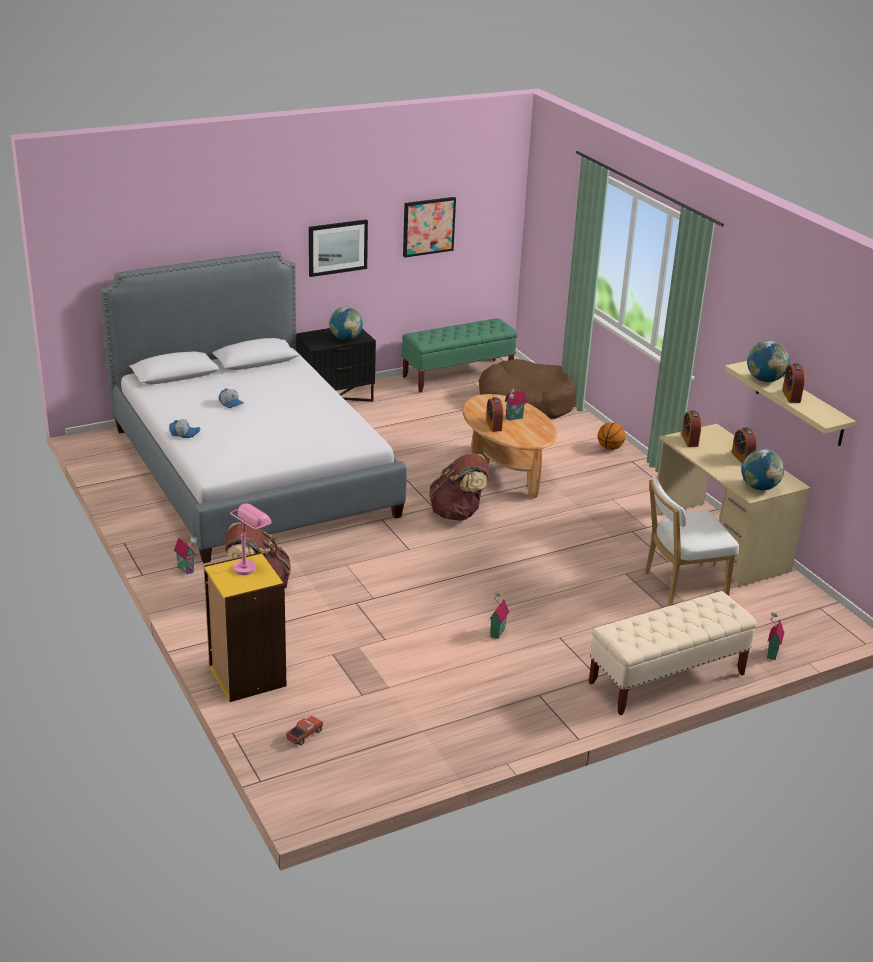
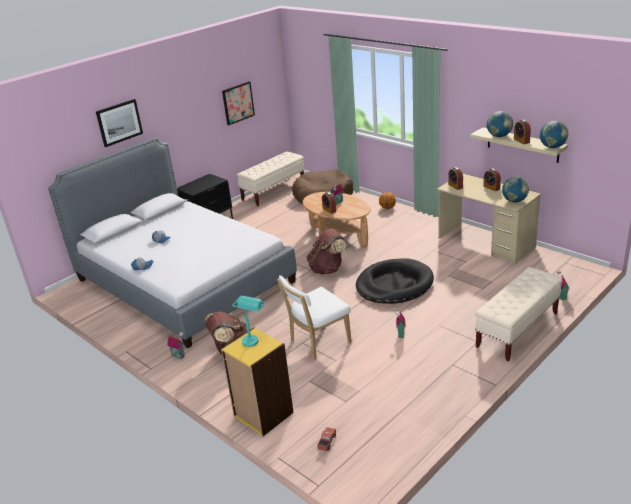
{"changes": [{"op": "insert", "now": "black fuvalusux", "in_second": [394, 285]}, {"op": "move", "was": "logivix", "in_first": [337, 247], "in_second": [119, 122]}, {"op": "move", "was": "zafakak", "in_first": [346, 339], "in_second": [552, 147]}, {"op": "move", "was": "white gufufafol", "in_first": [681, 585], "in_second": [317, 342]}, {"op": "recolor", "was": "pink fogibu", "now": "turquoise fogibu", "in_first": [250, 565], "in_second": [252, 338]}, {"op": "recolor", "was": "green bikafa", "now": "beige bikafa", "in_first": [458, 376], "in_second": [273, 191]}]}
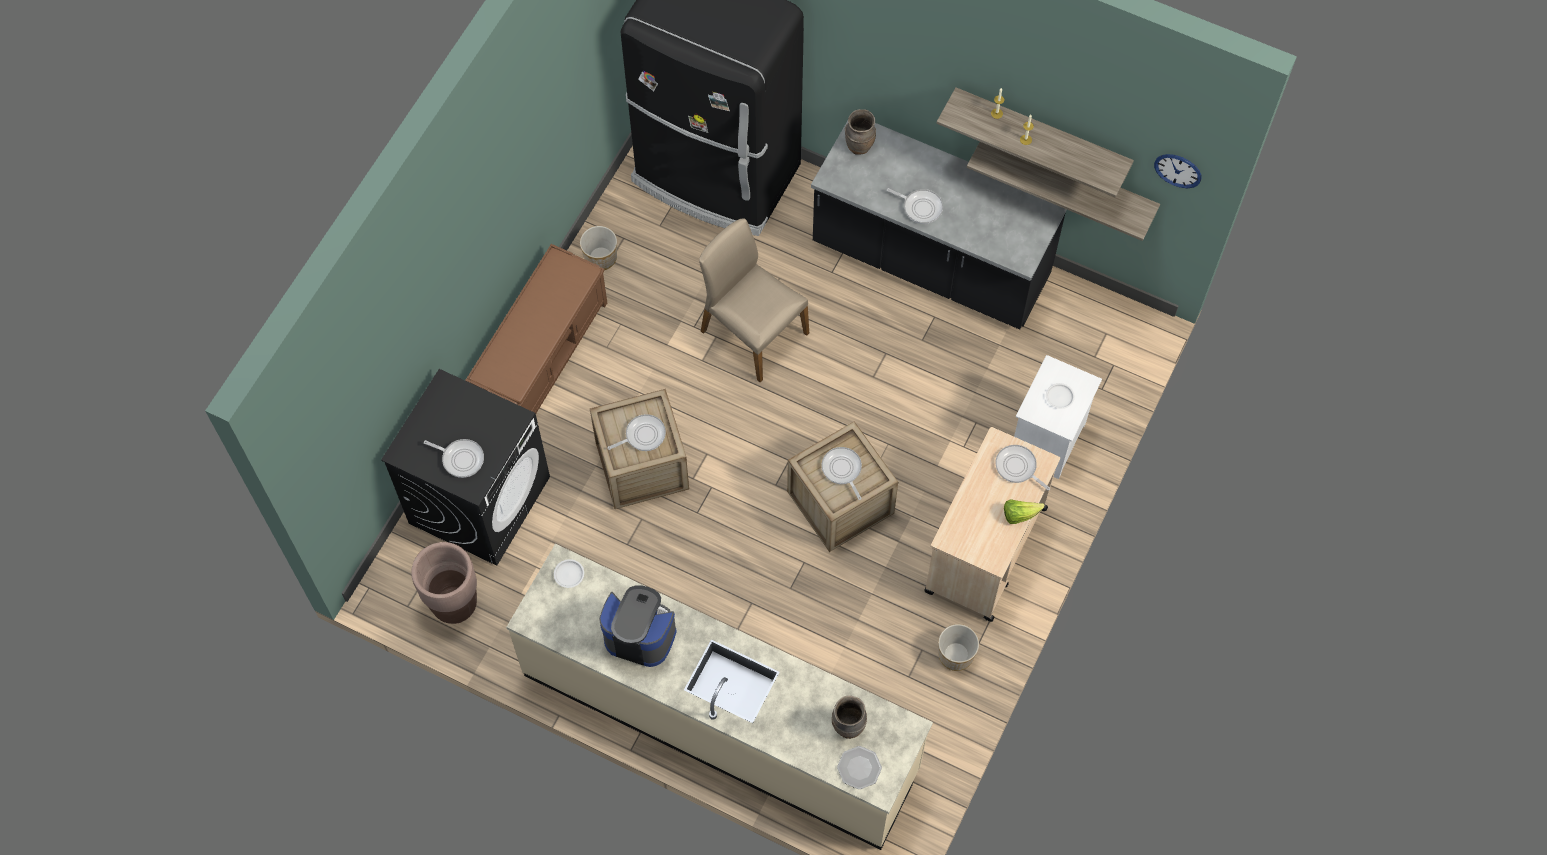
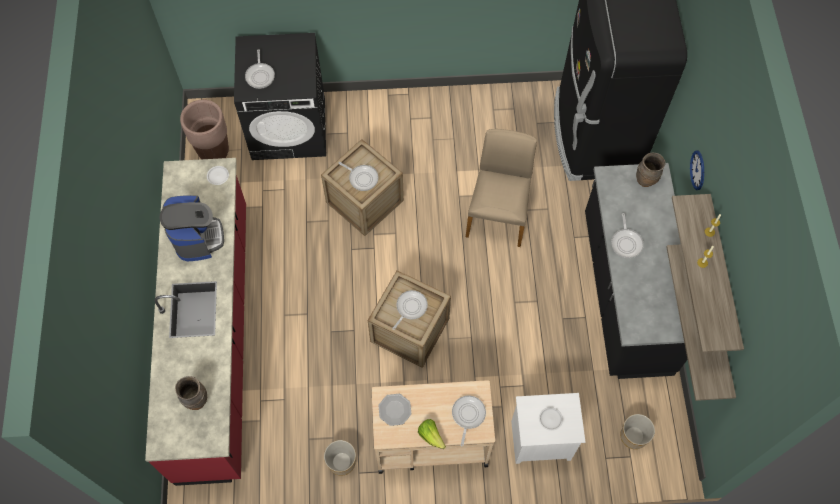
{"changes": [{"op": "delete", "was": "brown bikafa", "in_first": [542, 356]}, {"op": "move", "was": "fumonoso", "in_first": [600, 257], "in_second": [634, 436]}, {"op": "move", "was": "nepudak", "in_first": [859, 768], "in_second": [394, 410]}, {"op": "move", "was": "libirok", "in_first": [1178, 170], "in_second": [697, 170]}, {"op": "recolor", "was": "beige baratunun", "now": "red baratunun", "in_first": [720, 721], "in_second": [215, 338]}]}
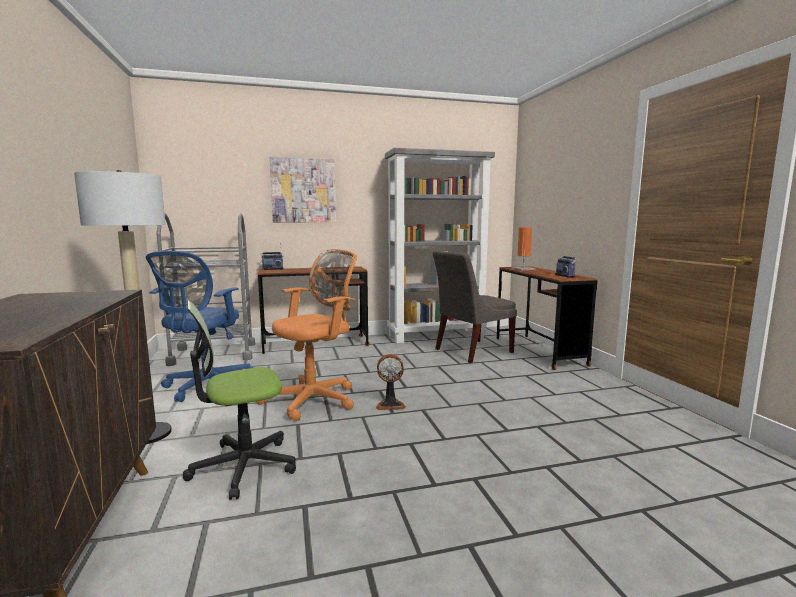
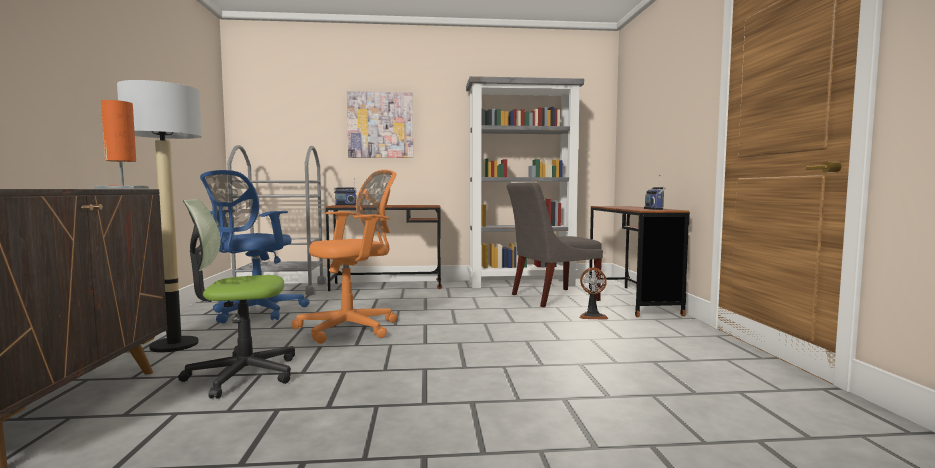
{"changes": [{"op": "move", "was": "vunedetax", "in_first": [390, 404], "in_second": [592, 316]}, {"op": "move", "was": "orange fogibu", "in_first": [523, 269], "in_second": [122, 188]}]}
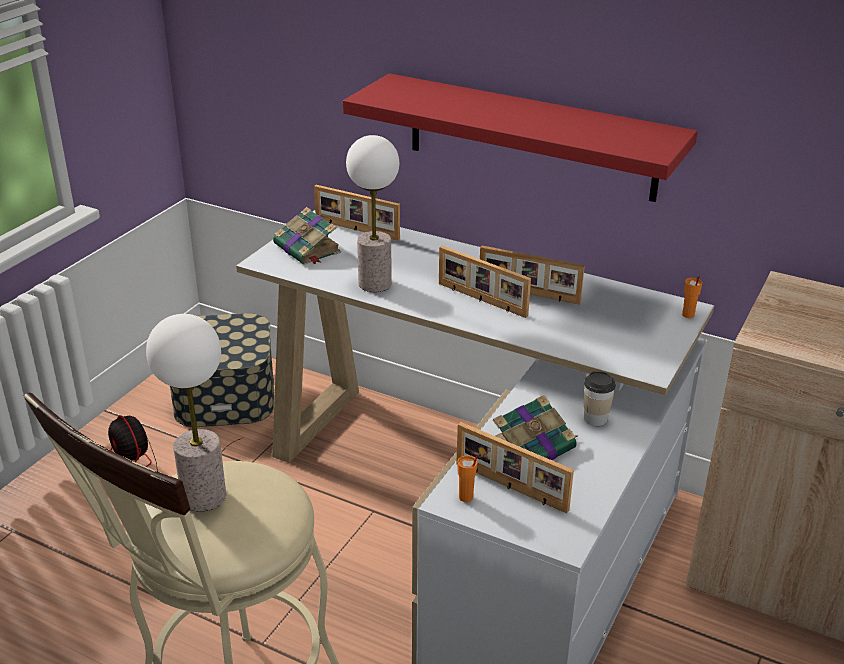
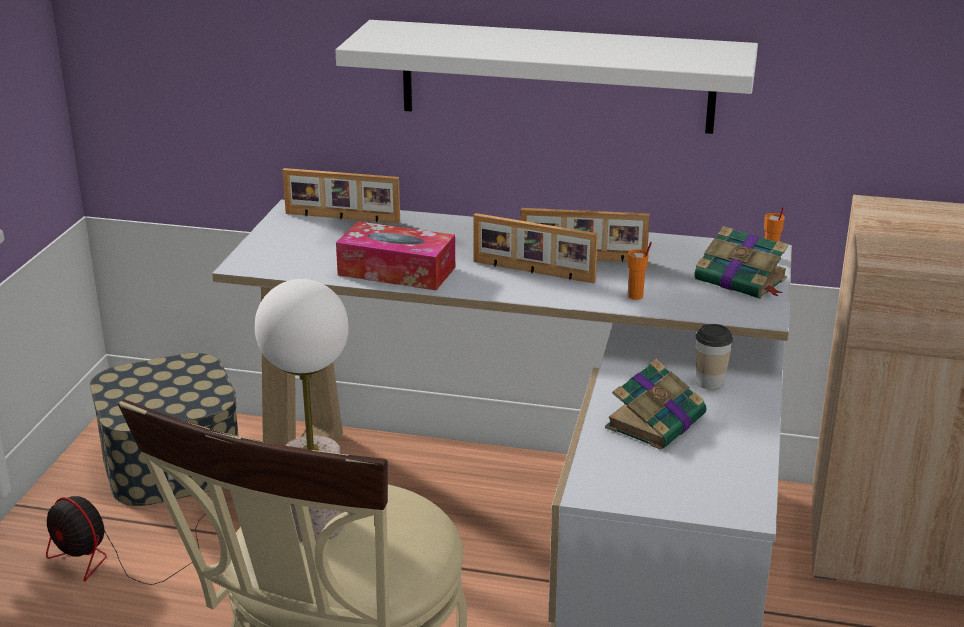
{"changes": [{"op": "delete", "was": "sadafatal", "in_first": [510, 487]}, {"op": "move", "was": "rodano", "in_first": [308, 249], "in_second": [742, 280]}, {"op": "move", "was": "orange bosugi", "in_first": [466, 497], "in_second": [636, 296]}, {"op": "replace", "was": "fogibu", "now": "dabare", "in_first": [374, 284], "in_second": [396, 271]}, {"op": "recolor", "was": "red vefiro", "now": "white vefiro", "in_first": [531, 137], "in_second": [556, 76]}]}
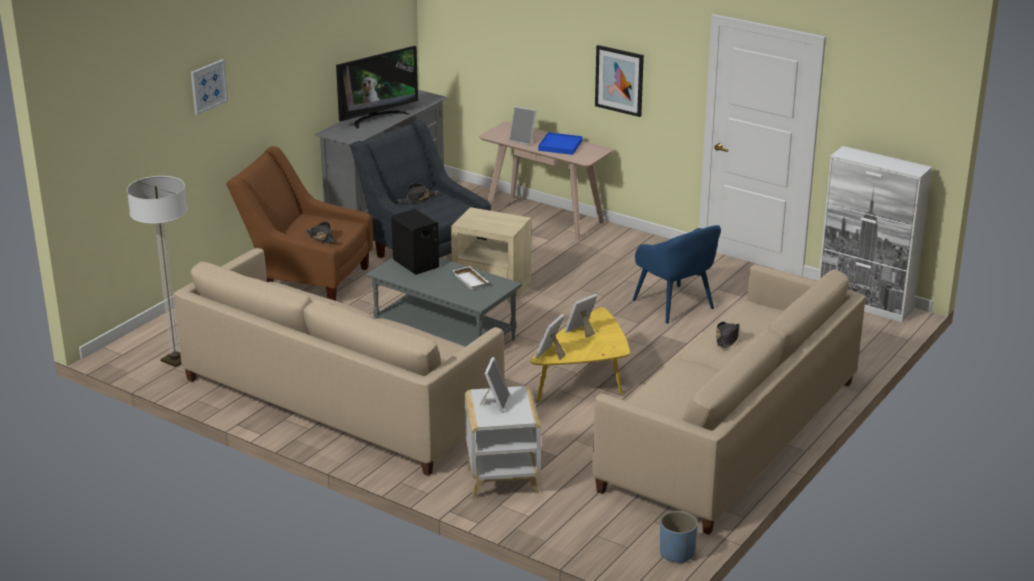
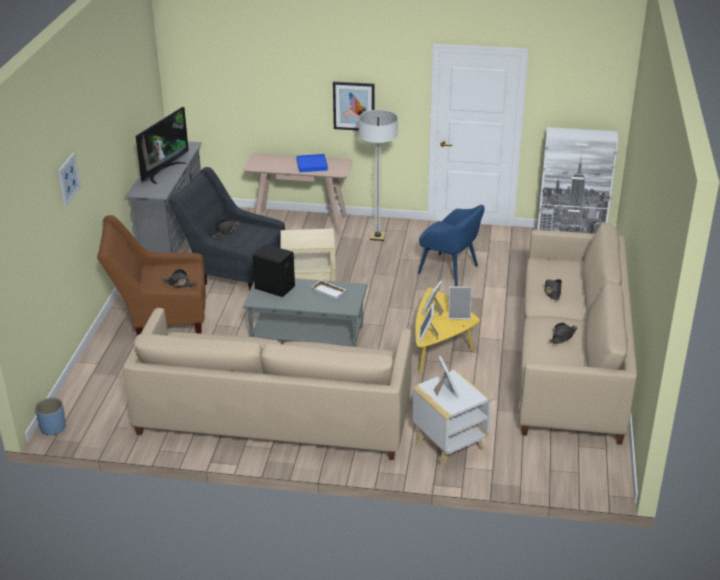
{"changes": [{"op": "insert", "now": "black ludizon", "in_second": [562, 337]}, {"op": "move", "was": "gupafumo", "in_first": [175, 360], "in_second": [377, 237]}, {"op": "move", "was": "sadafatal", "in_first": [523, 140], "in_second": [459, 315]}, {"op": "move", "was": "blue fumonoso", "in_first": [677, 553], "in_second": [53, 428]}]}
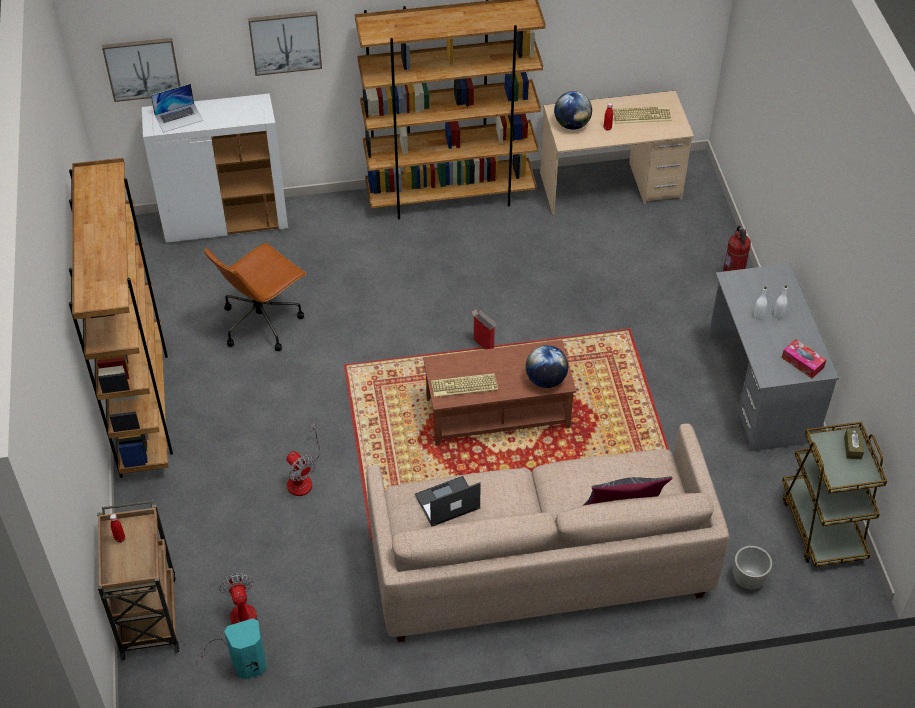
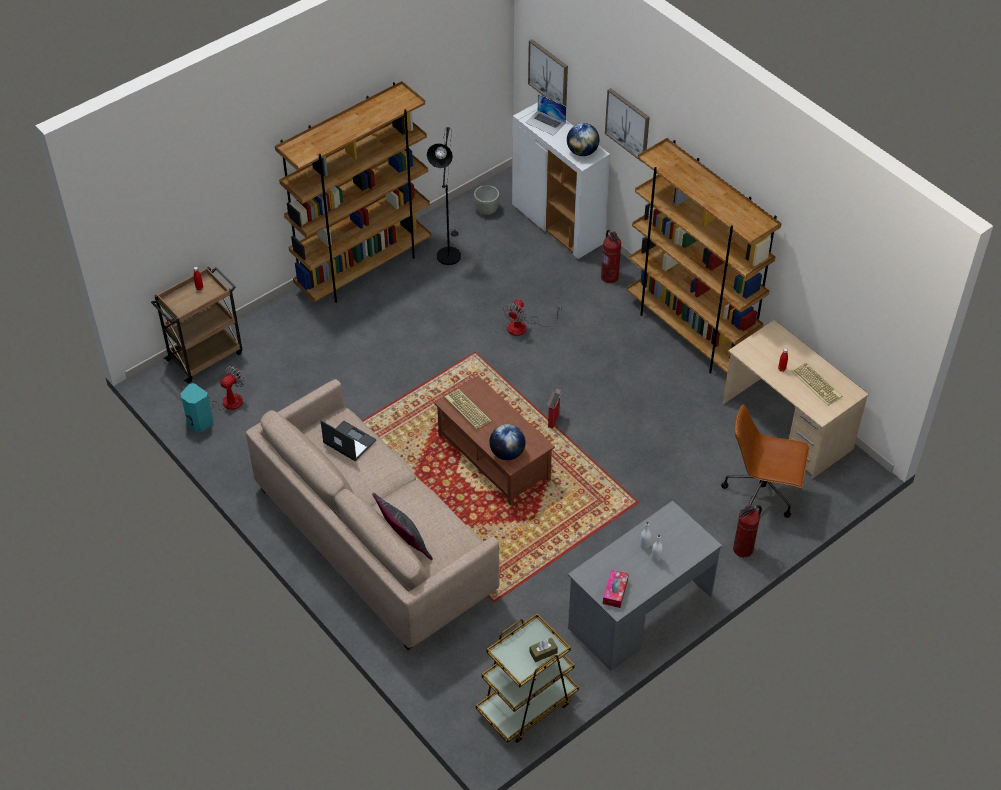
{"changes": [{"op": "insert", "now": "black gupafumo", "in_second": [448, 252]}, {"op": "insert", "now": "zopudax", "in_second": [609, 277]}, {"op": "move", "was": "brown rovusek", "in_first": [262, 322], "in_second": [762, 494]}, {"op": "move", "was": "vunedetax", "in_first": [302, 477], "in_second": [524, 327]}, {"op": "move", "was": "zafakak", "in_first": [572, 125], "in_second": [582, 152]}, {"op": "move", "was": "grey fumonoso", "in_first": [748, 580], "in_second": [486, 211]}]}
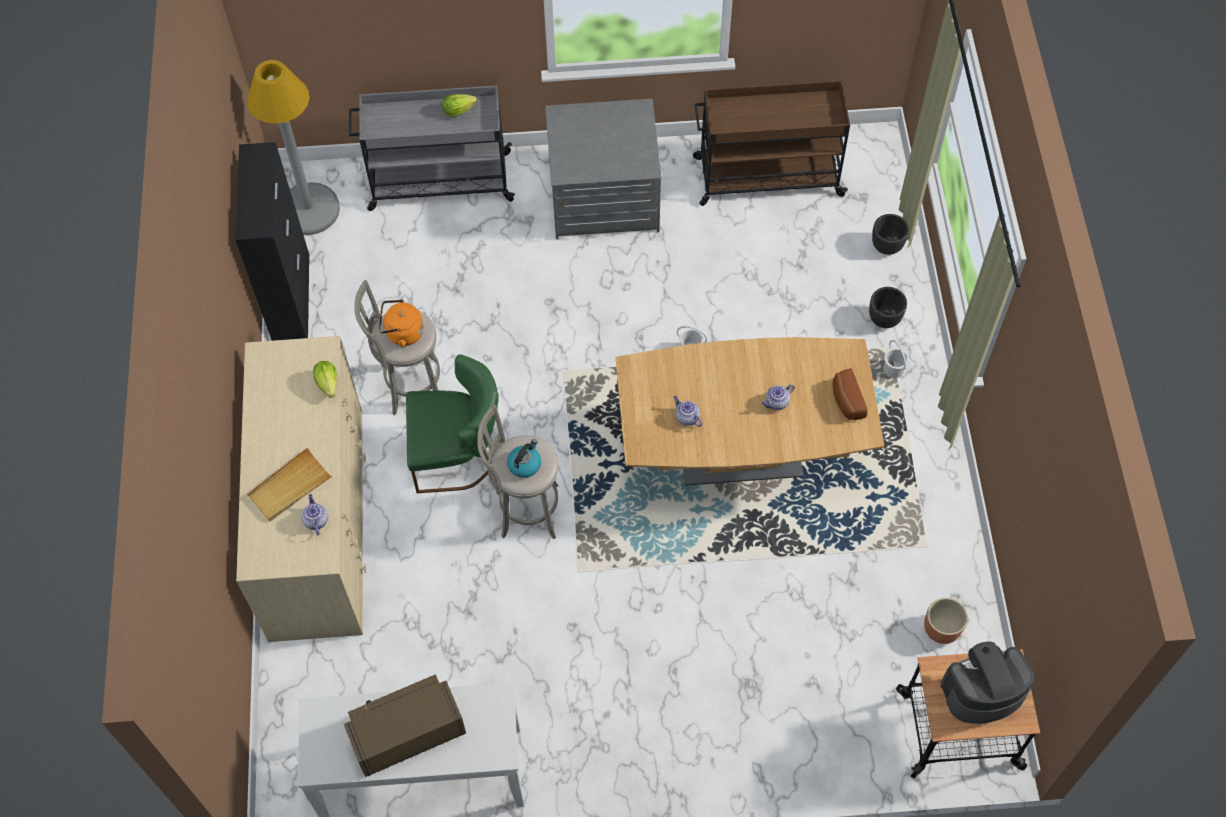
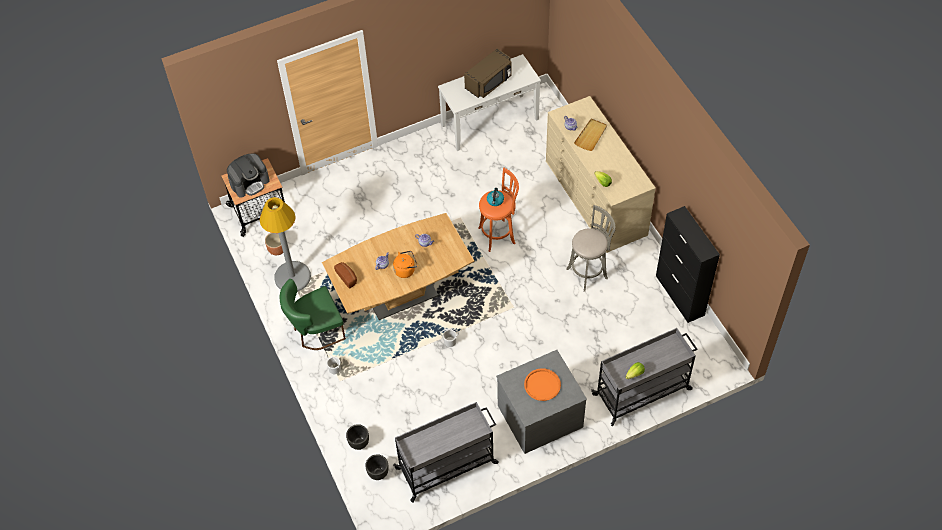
{"changes": [{"op": "insert", "now": "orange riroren", "in_second": [542, 385]}, {"op": "move", "was": "grey gupafumo", "in_first": [308, 210], "in_second": [292, 277]}, {"op": "move", "was": "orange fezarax", "in_first": [402, 333], "in_second": [406, 270]}, {"op": "move", "was": "green gufufafol", "in_first": [458, 455], "in_second": [315, 331]}, {"op": "move", "was": "black fumonoso", "in_first": [884, 320], "in_second": [378, 473]}, {"op": "recolor", "was": "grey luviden", "now": "orange luviden", "in_first": [525, 510], "in_second": [498, 235]}, {"op": "recolor", "was": "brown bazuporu", "now": "grey bazuporu", "in_first": [766, 176], "in_second": [448, 465]}]}
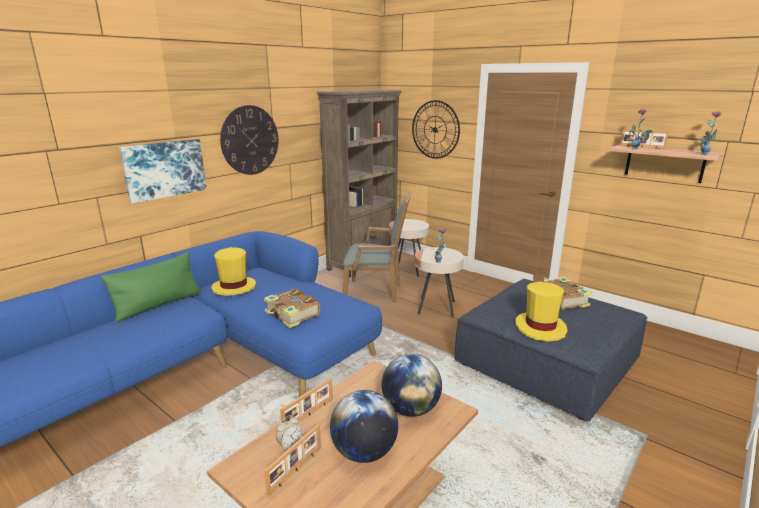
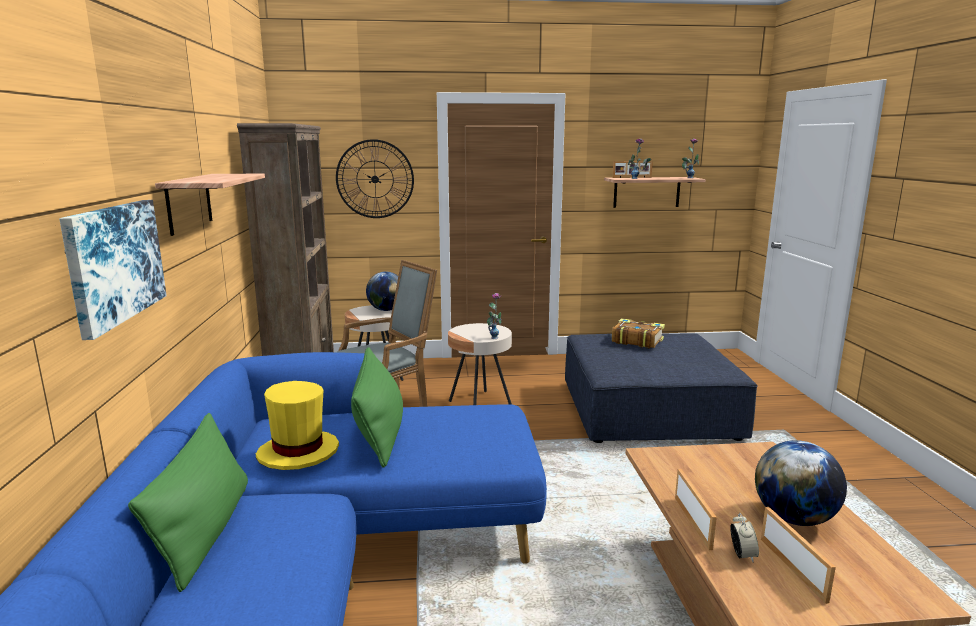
{"changes": [{"op": "delete", "was": "rodano", "in_first": [292, 315]}, {"op": "delete", "was": "yellow ludizon", "in_first": [540, 327]}, {"op": "insert", "now": "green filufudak", "in_second": [379, 433]}, {"op": "move", "was": "zafakak", "in_first": [410, 409], "in_second": [386, 310]}, {"op": "replace", "was": "libirok", "now": "vefiro", "in_first": [250, 140], "in_second": [189, 202]}]}
